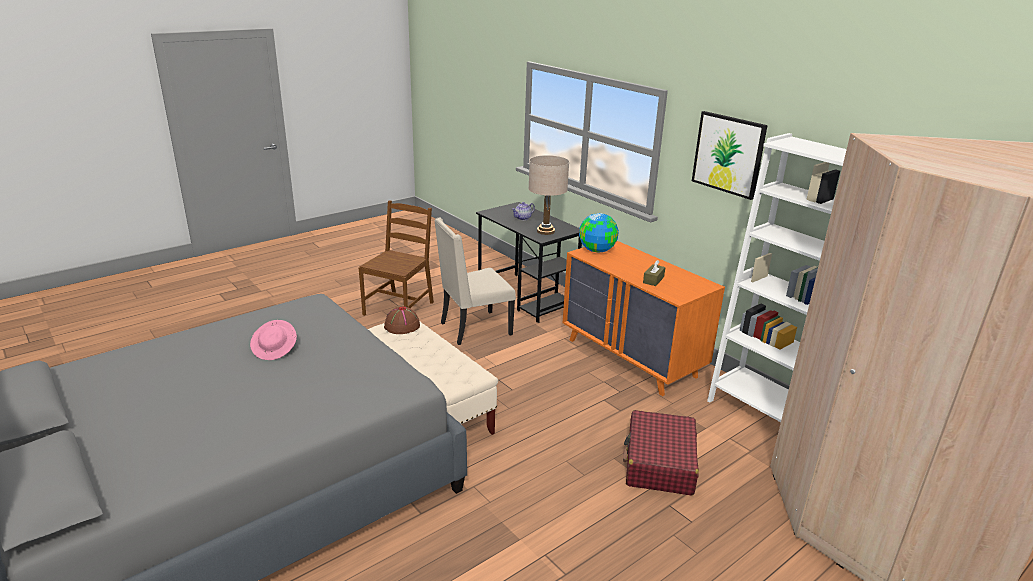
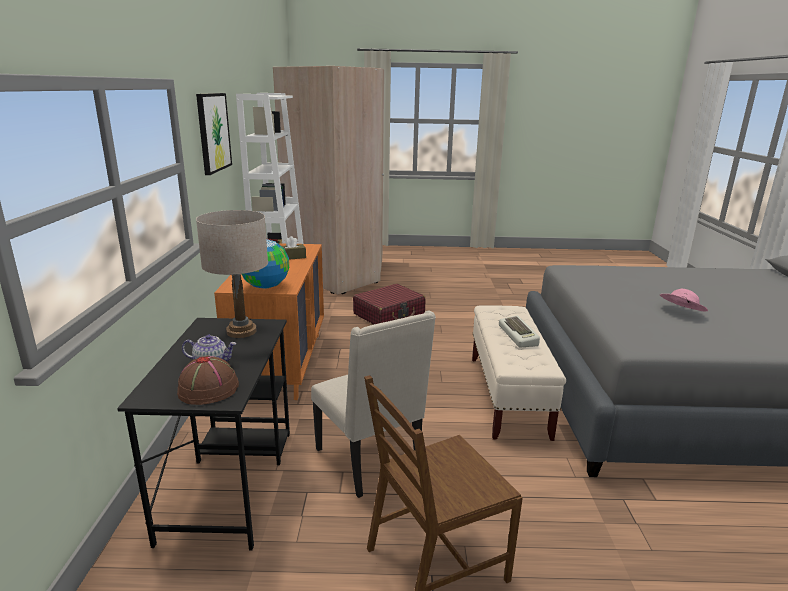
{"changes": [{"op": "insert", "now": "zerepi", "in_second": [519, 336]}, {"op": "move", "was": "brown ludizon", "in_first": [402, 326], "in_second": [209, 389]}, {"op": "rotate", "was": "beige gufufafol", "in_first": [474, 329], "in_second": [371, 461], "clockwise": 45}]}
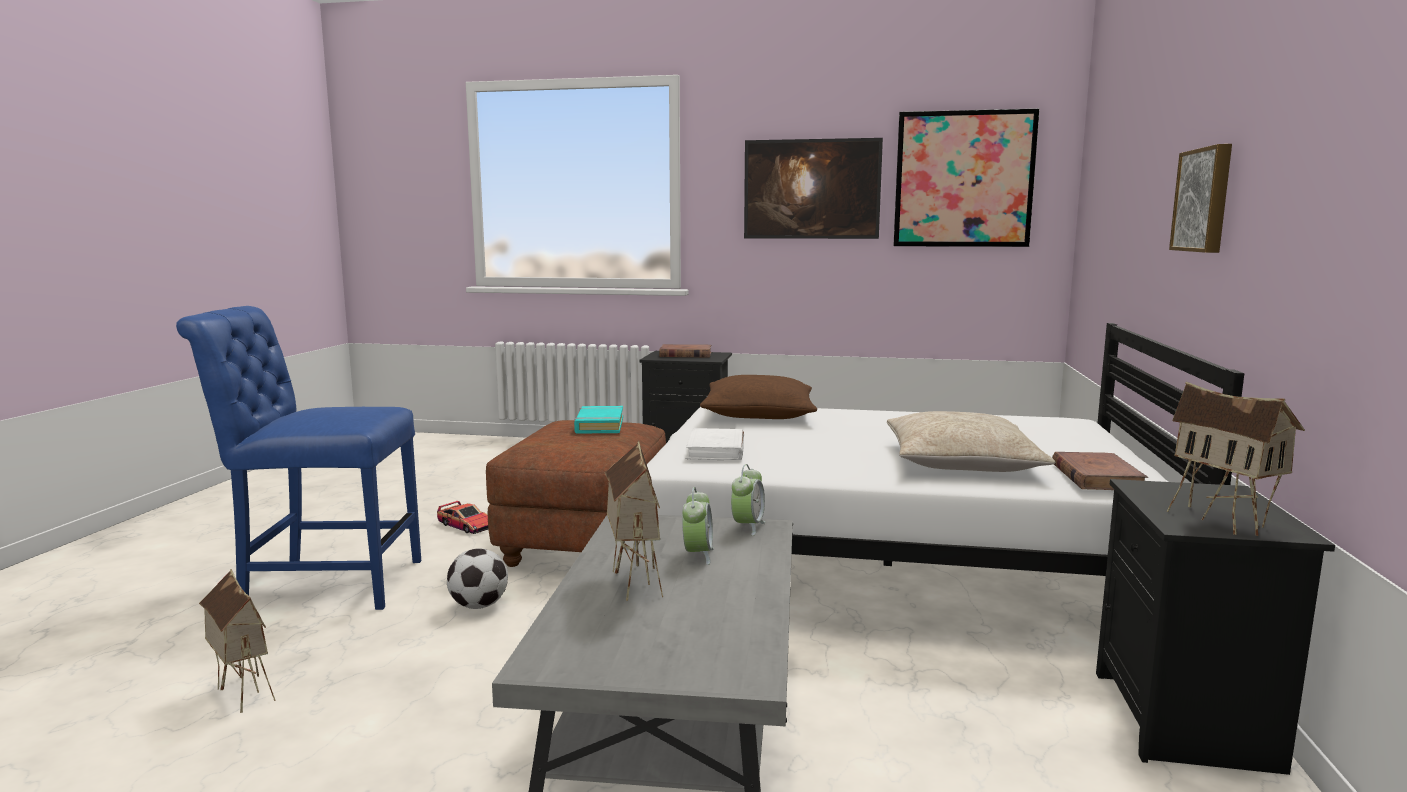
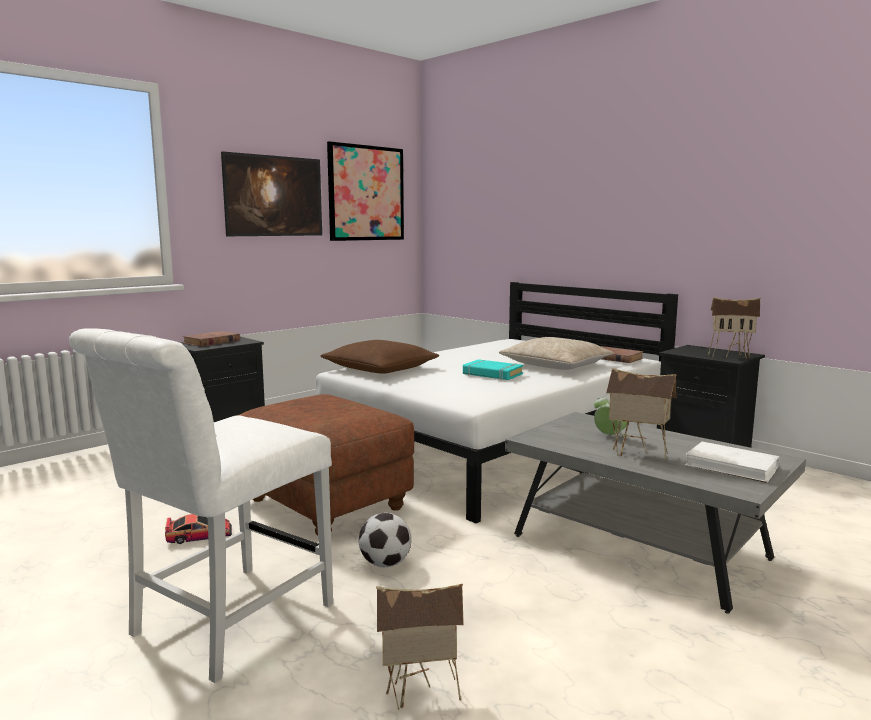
{"changes": [{"op": "delete", "was": "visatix", "in_first": [748, 527]}, {"op": "delete", "was": "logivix", "in_first": [1205, 200]}, {"op": "move", "was": "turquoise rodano", "in_first": [599, 425], "in_second": [492, 374]}, {"op": "move", "was": "white rodano", "in_first": [716, 449], "in_second": [732, 466]}, {"op": "recolor", "was": "blue gufufafol", "now": "white gufufafol", "in_first": [324, 583], "in_second": [223, 623]}]}
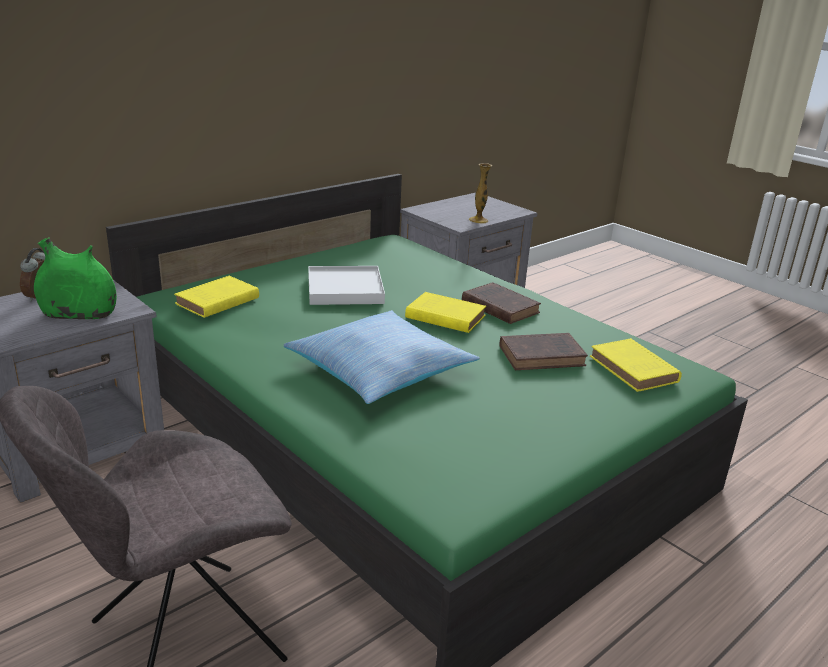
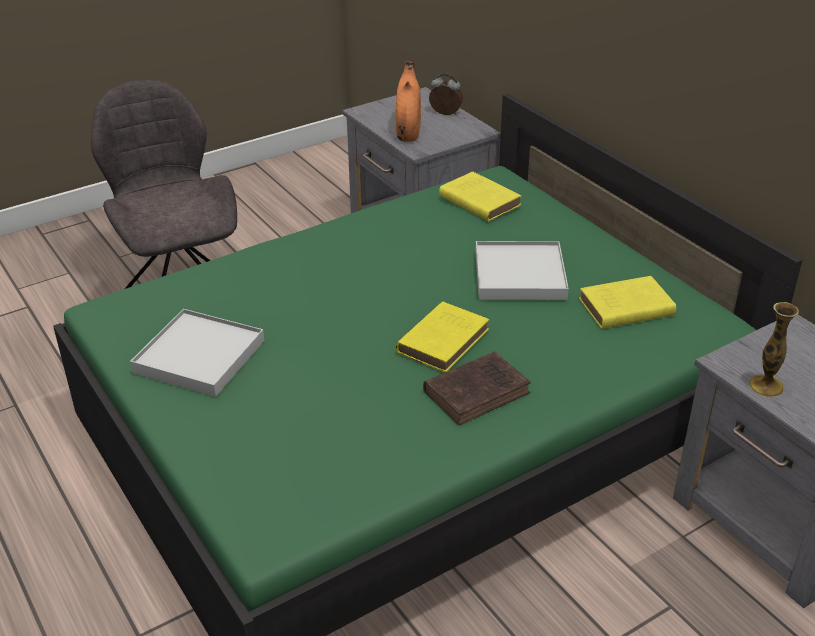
{"changes": [{"op": "delete", "was": "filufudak", "in_first": [380, 370]}, {"op": "delete", "was": "brown rodano", "in_first": [544, 356]}, {"op": "insert", "now": "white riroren", "in_second": [199, 356]}, {"op": "move", "was": "yellow rodano", "in_first": [635, 370], "in_second": [623, 308]}, {"op": "recolor", "was": "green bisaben", "now": "orange bisaben", "in_first": [79, 315], "in_second": [408, 131]}]}
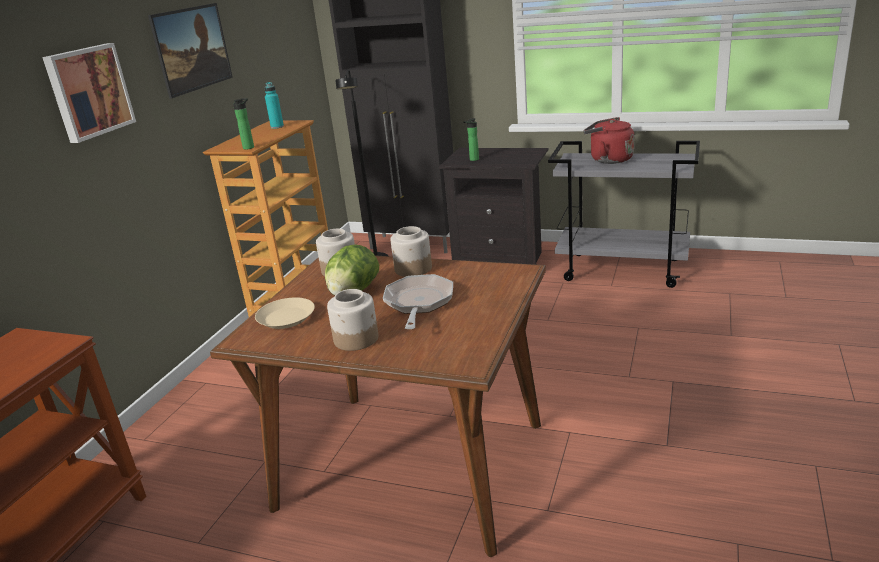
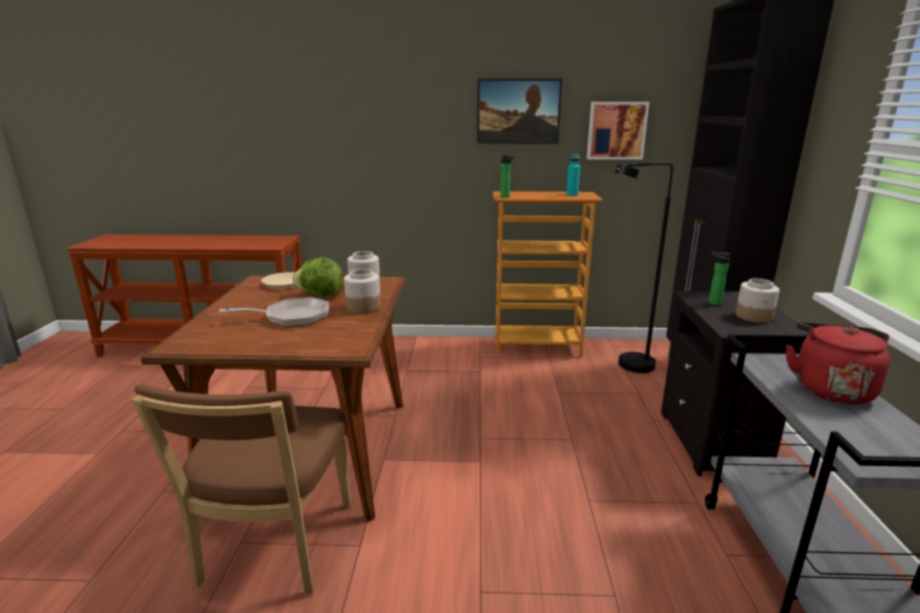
{"changes": [{"op": "insert", "now": "brown gufufafol", "in_second": [274, 548]}, {"op": "move", "was": "logivix", "in_first": [88, 92], "in_second": [616, 130]}, {"op": "move", "was": "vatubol", "in_first": [356, 339], "in_second": [754, 316]}]}
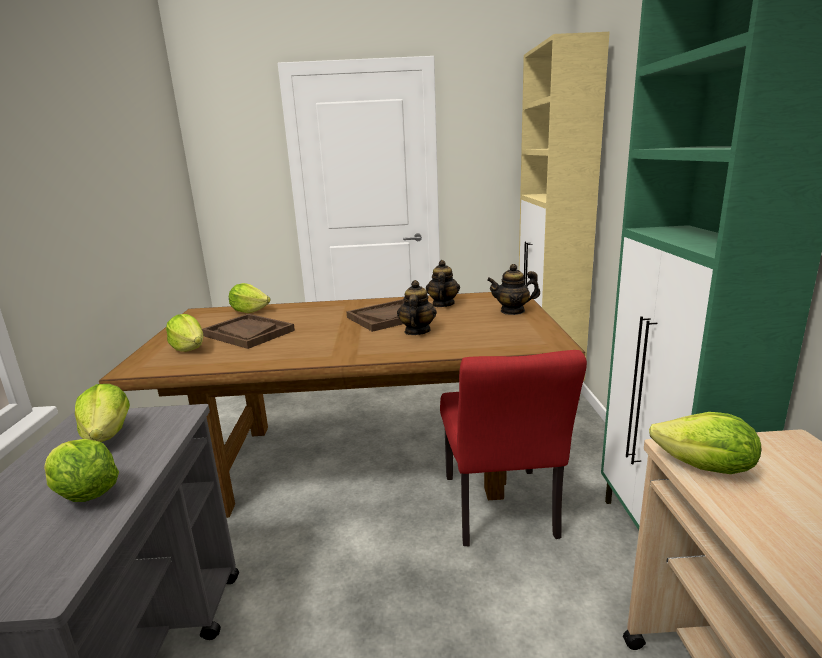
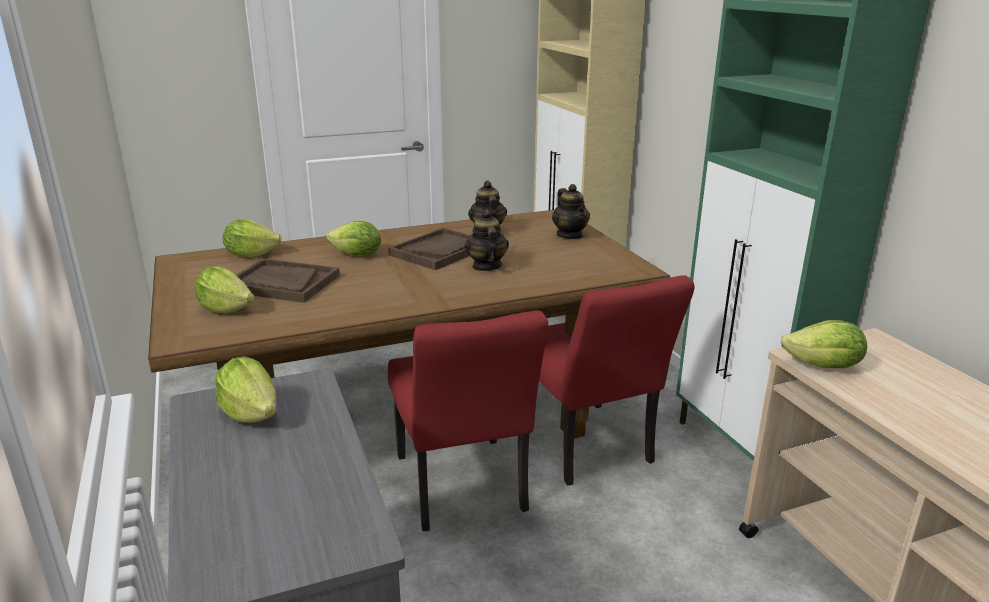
{"changes": [{"op": "insert", "now": "red gufufafol", "in_second": [463, 490]}, {"op": "move", "was": "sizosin", "in_first": [85, 494], "in_second": [357, 255]}, {"op": "rotate", "was": "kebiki", "in_first": [513, 311], "in_second": [570, 235], "clockwise": -90}]}
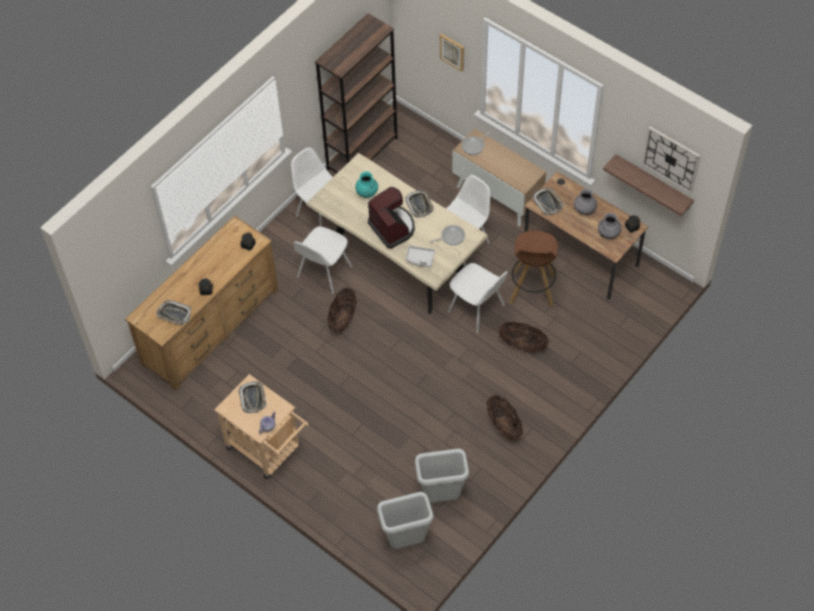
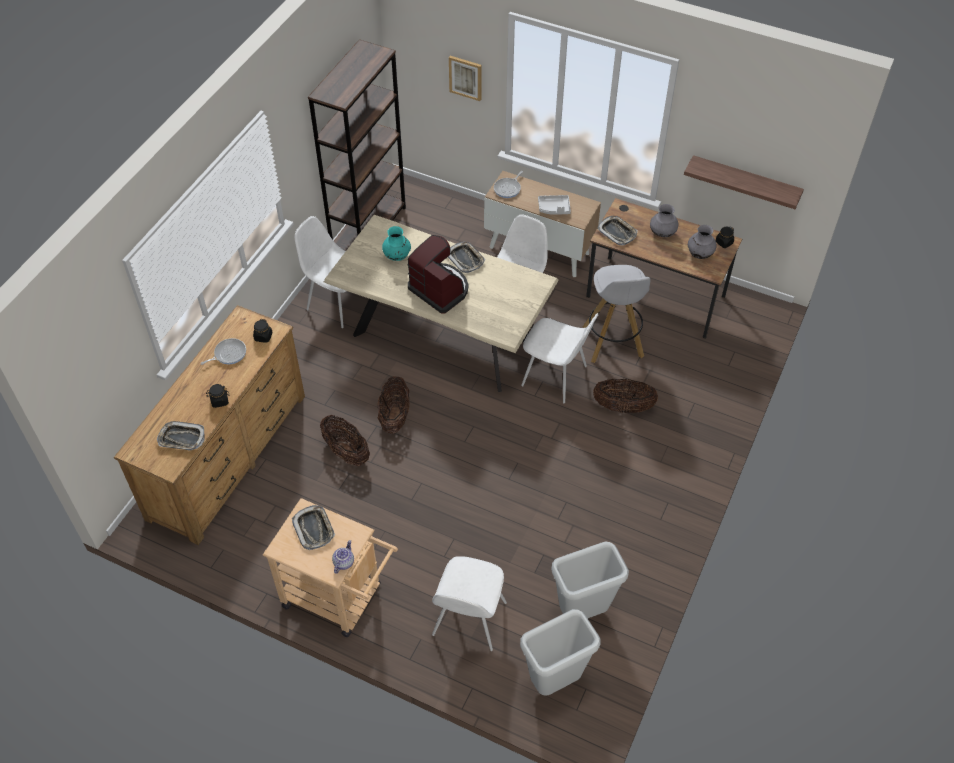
{"changes": [{"op": "delete", "was": "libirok", "in_first": [671, 159]}, {"op": "move", "was": "white gufufafol", "in_first": [323, 273], "in_second": [468, 621]}, {"op": "move", "was": "grey riroren", "in_first": [420, 259], "in_second": [554, 208]}, {"op": "move", "was": "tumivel", "in_first": [451, 237], "in_second": [228, 354]}, {"op": "move", "was": "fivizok", "in_first": [504, 425], "in_second": [346, 452]}, {"op": "recolor", "was": "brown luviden", "now": "white luviden", "in_first": [532, 289], "in_second": [613, 343]}]}
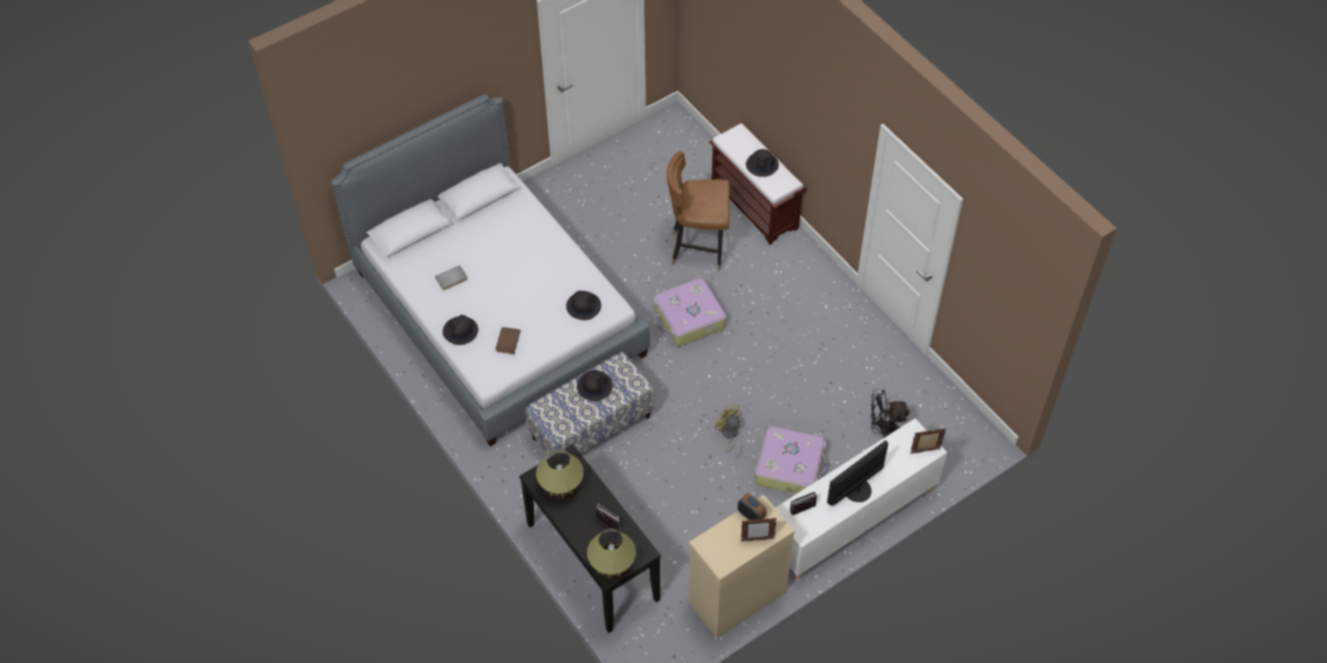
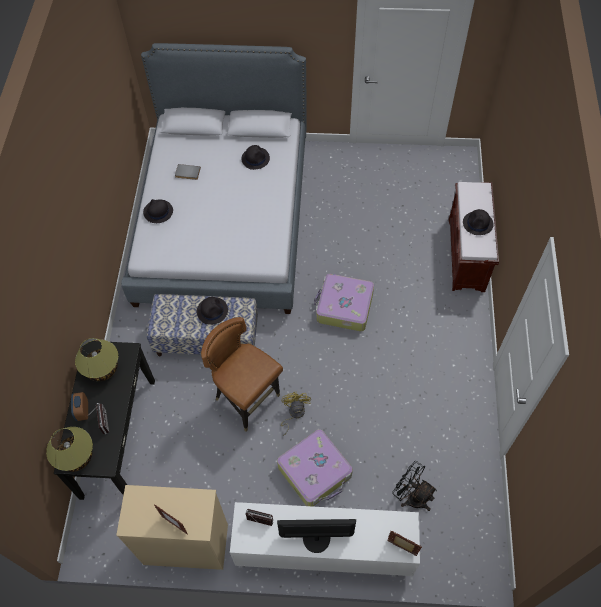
{"changes": [{"op": "delete", "was": "brown rodano", "in_first": [506, 341]}, {"op": "move", "was": "black ludizon", "in_first": [583, 306], "in_second": [255, 158]}, {"op": "move", "was": "brown gufufafol", "in_first": [698, 249], "in_second": [247, 400]}, {"op": "move", "was": "visatix", "in_first": [751, 516], "in_second": [83, 411]}]}
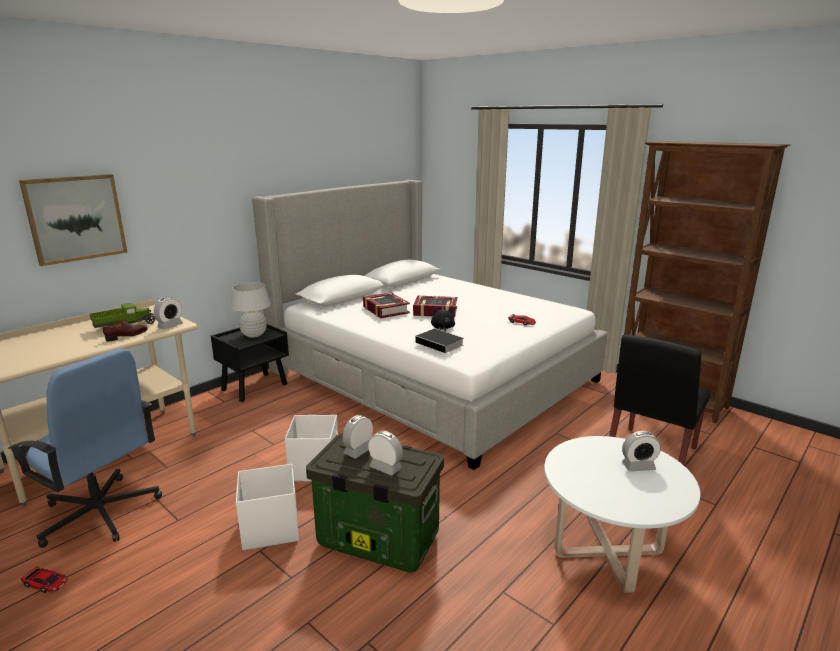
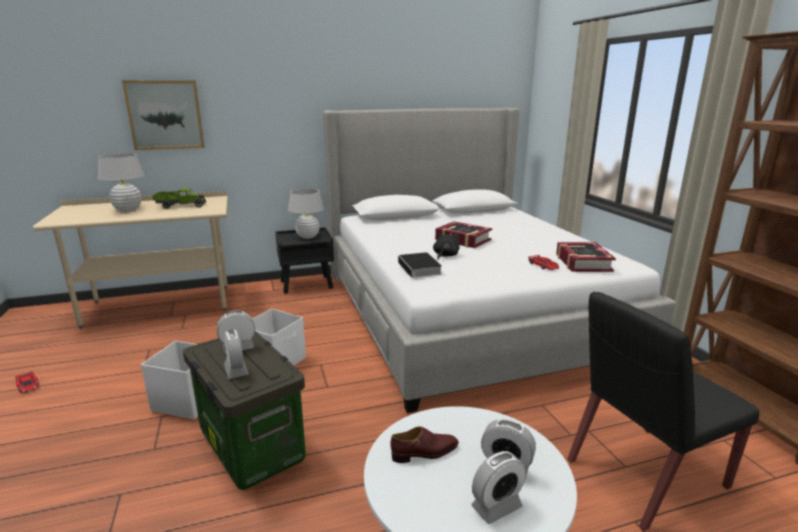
{"changes": [{"op": "delete", "was": "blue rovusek", "in_first": [100, 513]}, {"op": "insert", "now": "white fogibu", "in_second": [128, 209]}, {"op": "move", "was": "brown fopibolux", "in_first": [127, 336], "in_second": [425, 452]}, {"op": "move", "was": "visatix", "in_first": [170, 326], "in_second": [496, 507]}, {"op": "move", "was": "rodano", "in_first": [385, 310], "in_second": [582, 262]}]}
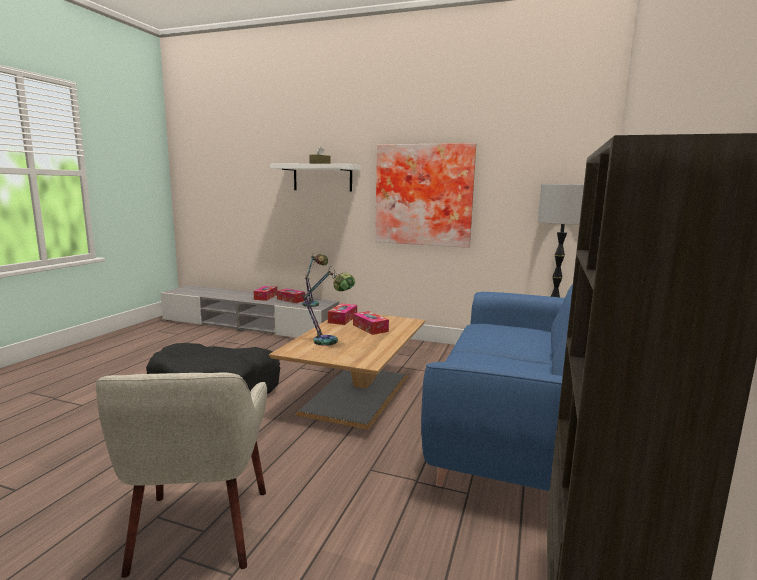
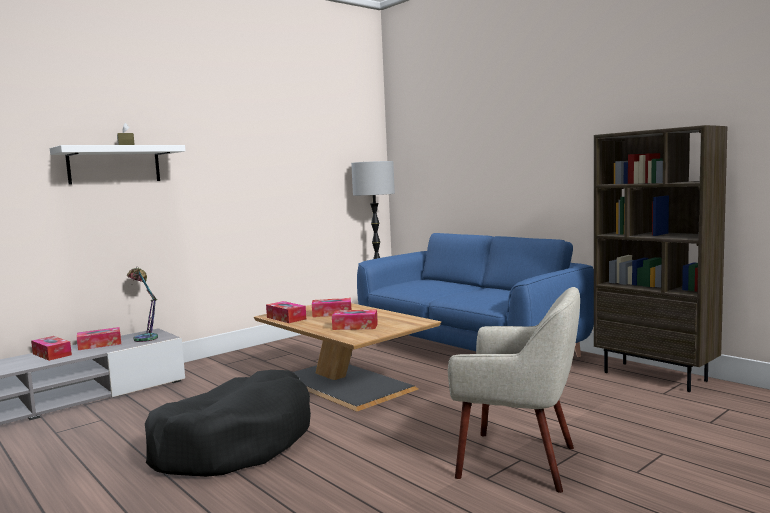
{"changes": [{"op": "delete", "was": "logivix", "in_first": [424, 195]}, {"op": "replace", "was": "fogibu", "now": "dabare", "in_first": [330, 343], "in_second": [355, 326]}]}
